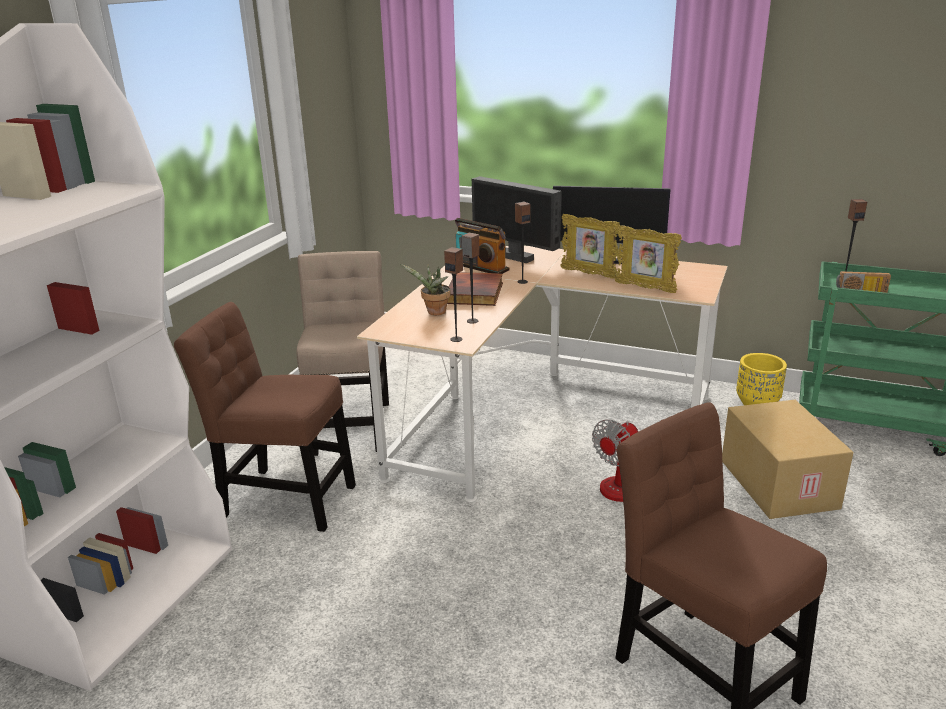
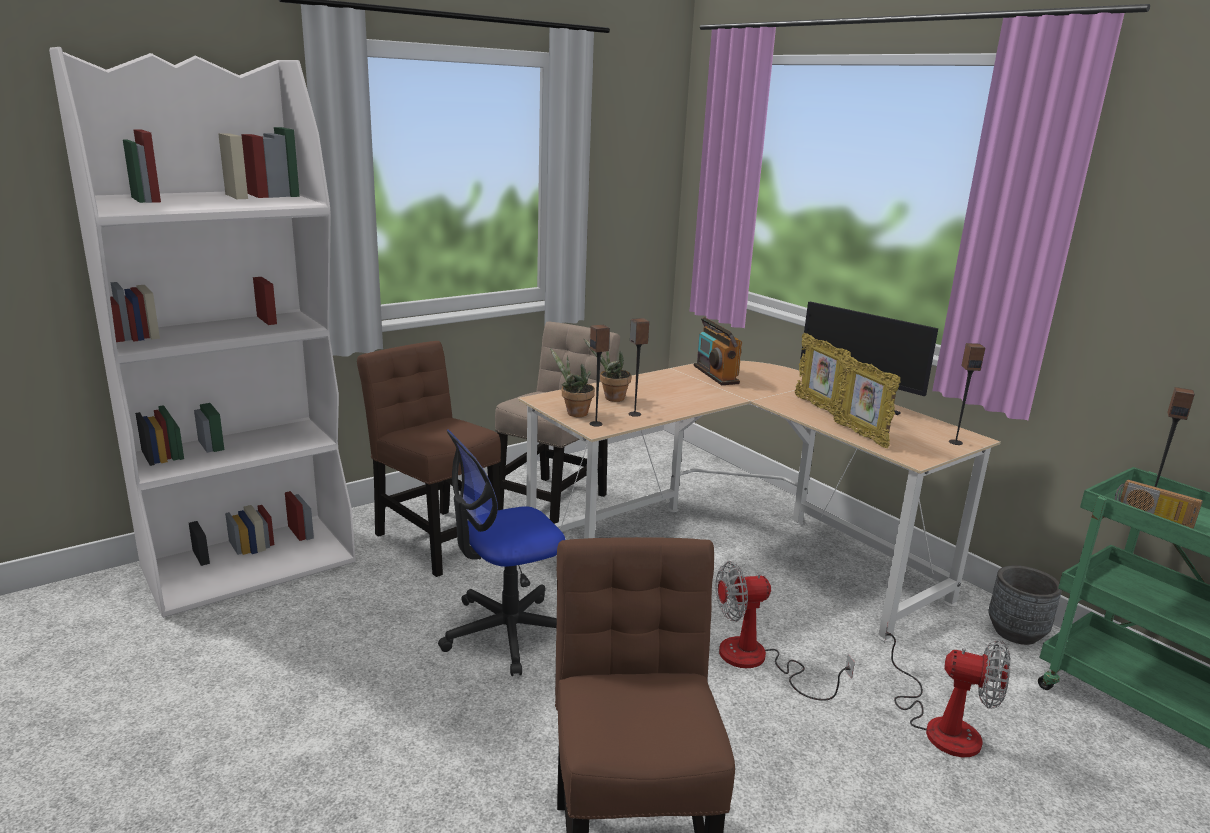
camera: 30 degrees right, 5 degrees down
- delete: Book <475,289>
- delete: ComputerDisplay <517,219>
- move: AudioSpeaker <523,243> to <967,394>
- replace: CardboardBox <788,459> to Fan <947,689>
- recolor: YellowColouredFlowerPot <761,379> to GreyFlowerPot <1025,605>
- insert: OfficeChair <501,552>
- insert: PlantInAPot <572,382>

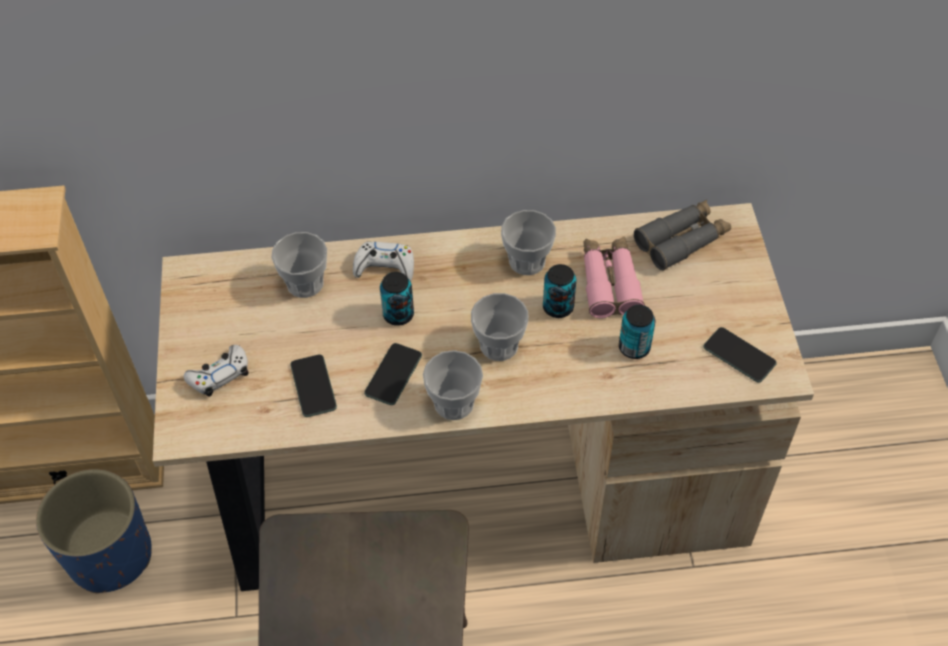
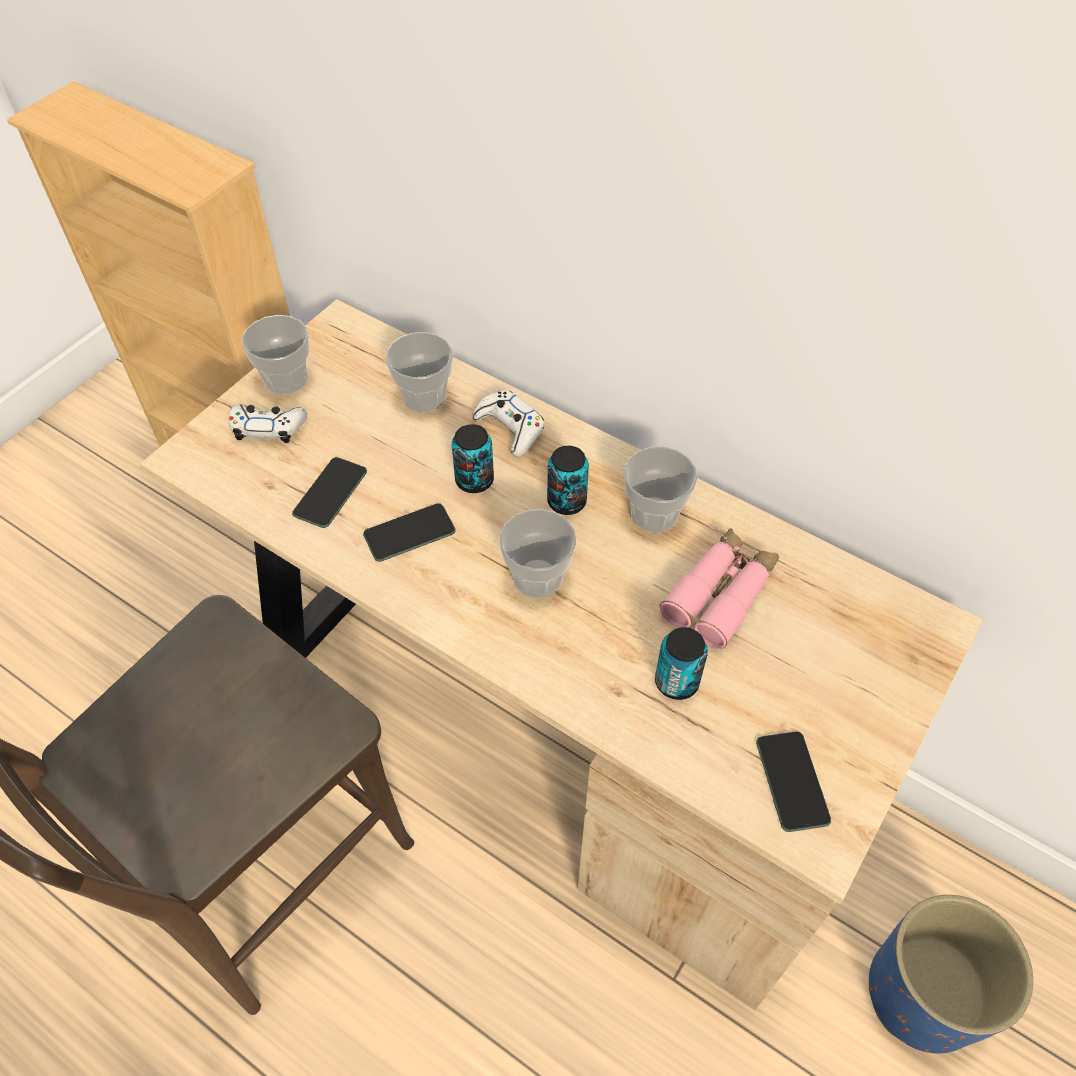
camera: 40 degrees right, 0 degrees up
- move: BluishFlowerPot <94,531> to <951,974>
- move: SmallCup <453,385> to <275,354>
- move: MetalCan <559,291> to <568,480>
- delete: GreyFieldGlasses <682,235>

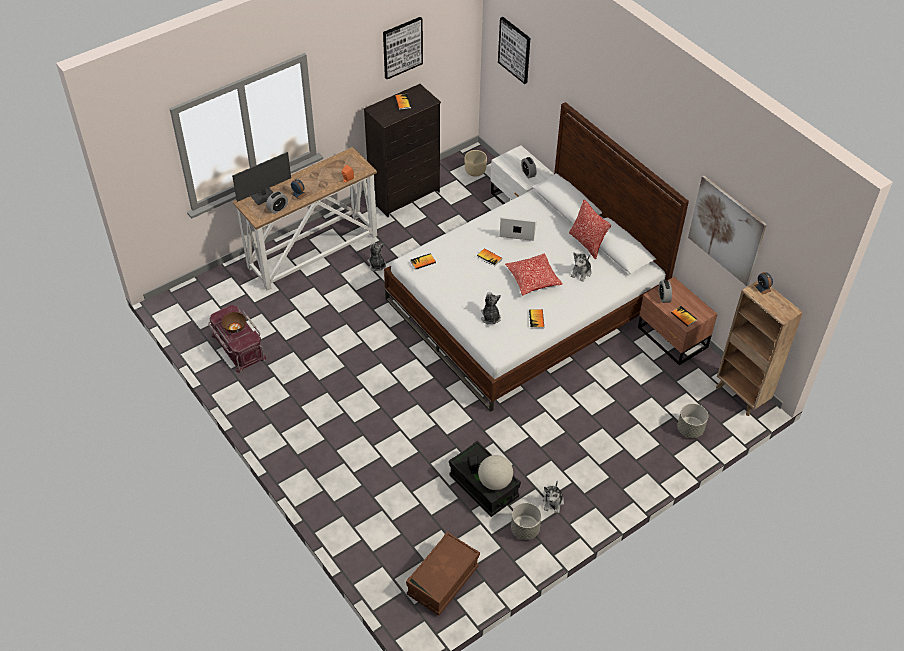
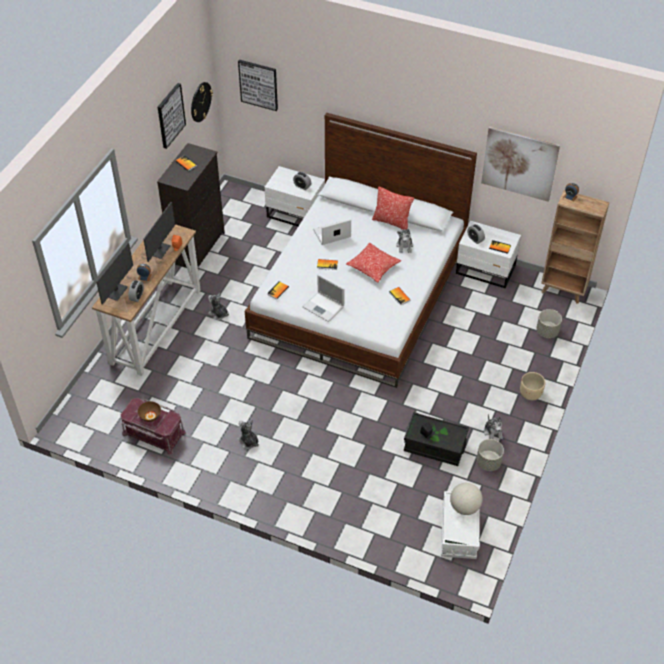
camera: 30 degrees left, 0 degrees up
- recolor: BrownishStorageBin <443,574> to WhiteStorageBin <460,525>
- move: BeigeColouredFlowerPot <476,163> to <532,386>
- move: DeskGlobe <495,472> to <466,499>
- move: SoftToy <491,308> to <248,434>
- recolor: BrownishNightstand <677,321> to WhiteNightstand <488,254>
- insert: ComputerDisplay <159,232>
- insert: HangingClock <202,102>
- insert: Laptop <324,298>

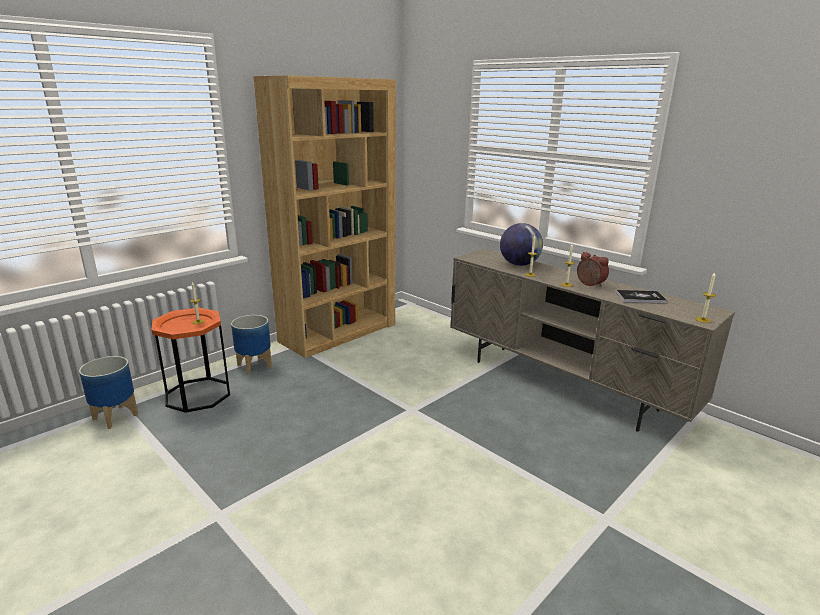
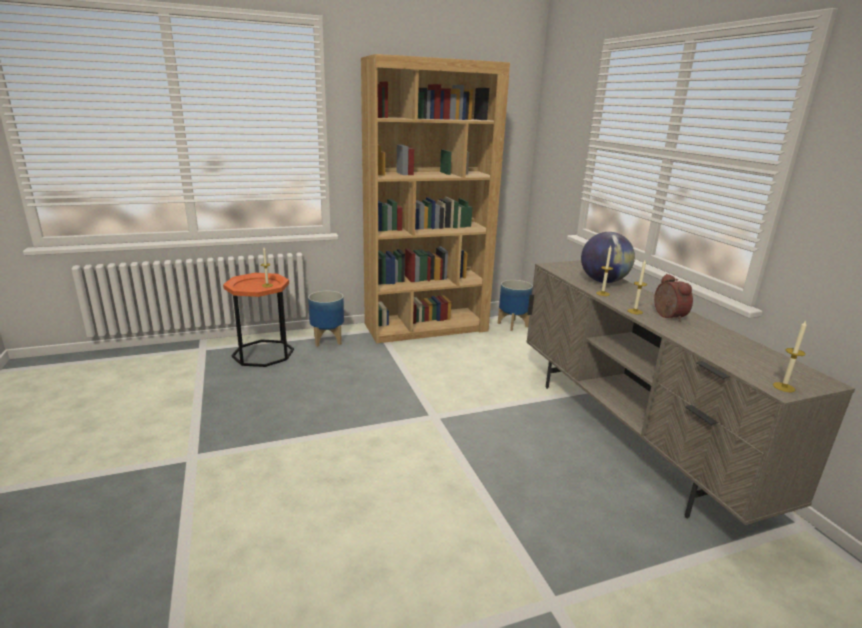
camera: 25 degrees right, 0 degrees up
- move: FlowerPot <108,392> to <515,305>
- delete: Book <642,297>

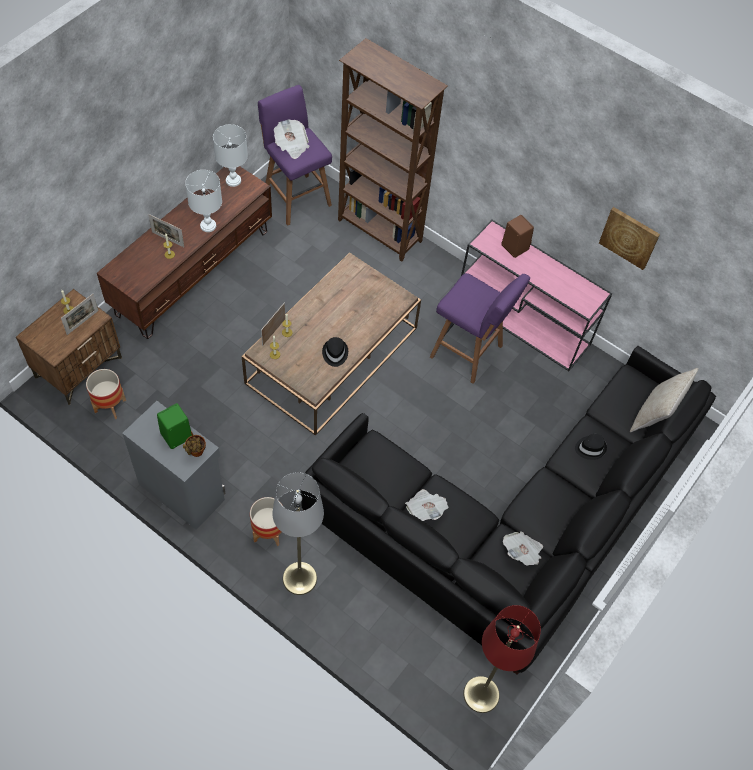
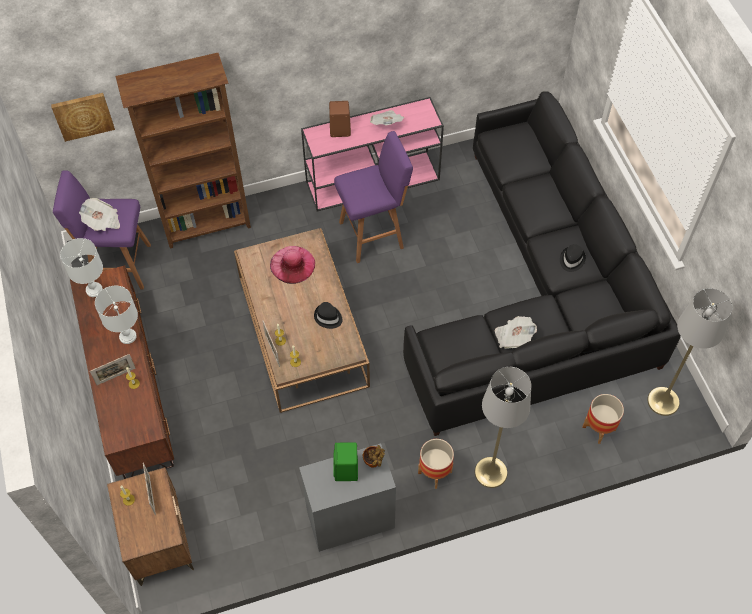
camera: 50 degrees left, 0 degrees up
- move: FlowerPot <106,394> to <603,419>
- recolor: ReddishStandingLamp <502,659> to GreyStandingLamp <690,352>
- move: DailyPaper <523,548> to <387,117>
- move: BlackColouredClothingHat <591,447> to <573,258>
- move: WallPicture <629,238> to <83,117>
- delete: BeigeColouredThrowPillow <664,400>
- insert: PinkClothingHat <292,265>

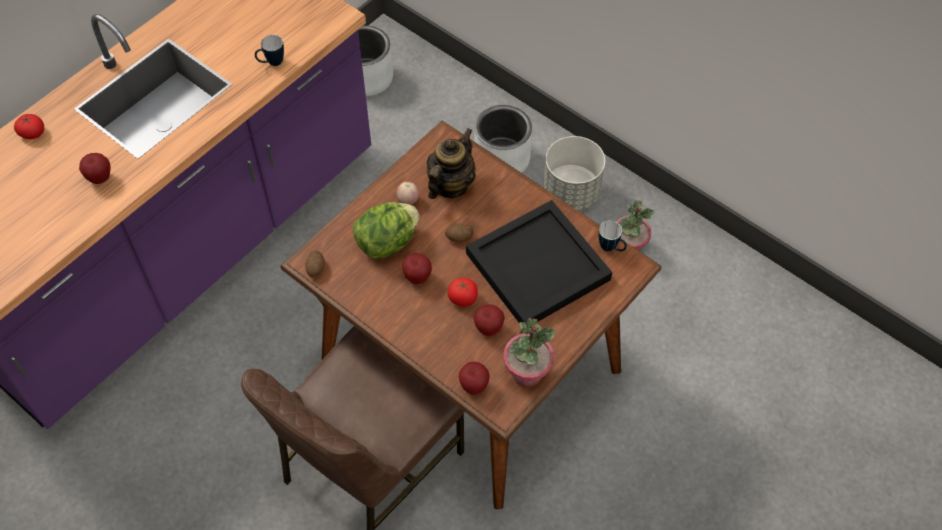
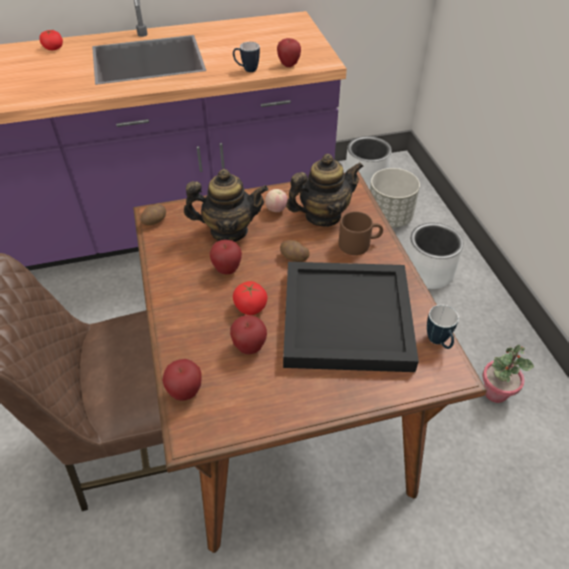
camera: 35 degrees right, 10 degrees down
- move: AppleFruit <95,168> to <289,52>
- replace: Lettuce <386,230> to PotForTea <226,205>
- delete: PlantInAPot <529,352>
- move: GreyFlowerPot <574,173> to <395,198>
- insert: BrownishCoffeeMug <360,233>

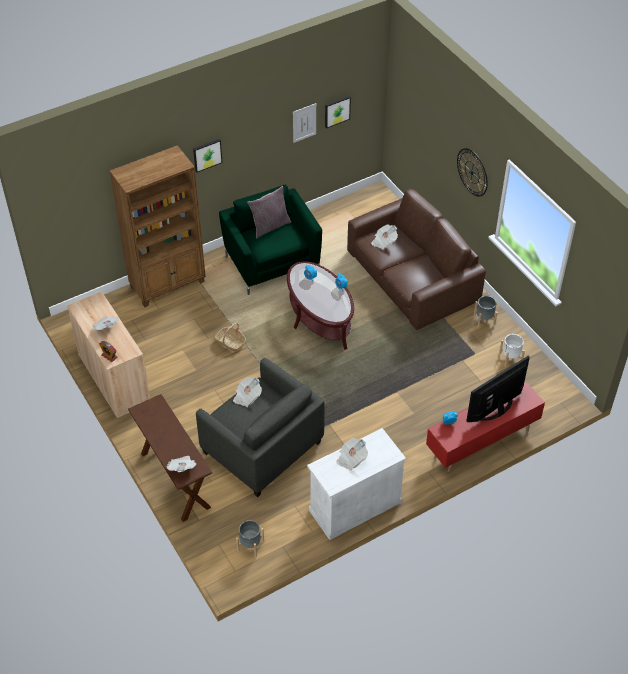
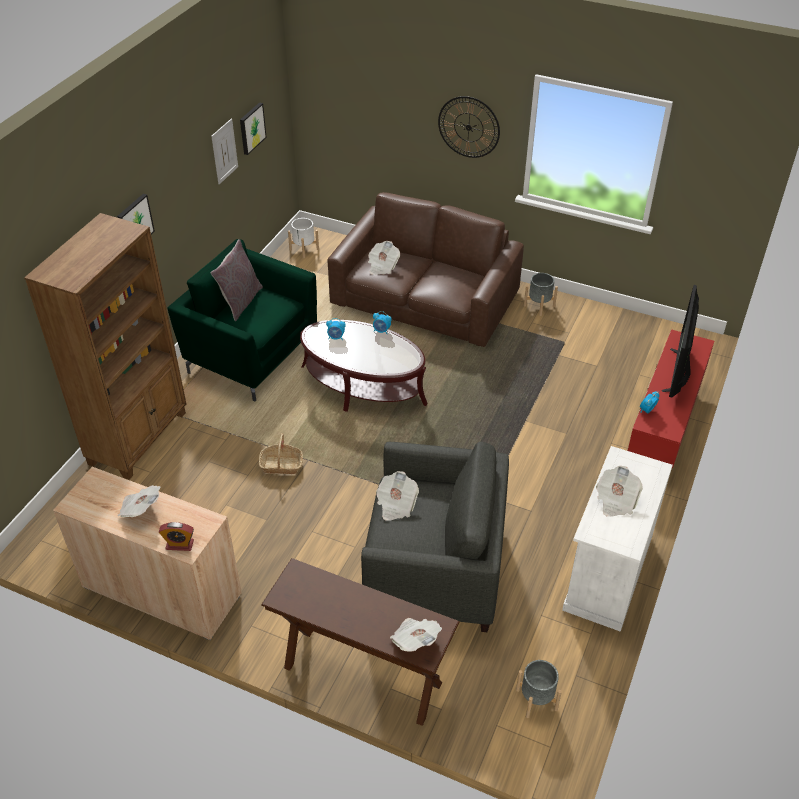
camera: 35 degrees left, 5 degrees down
- move: WhiteFlowerPot <512,350> to <303,238>

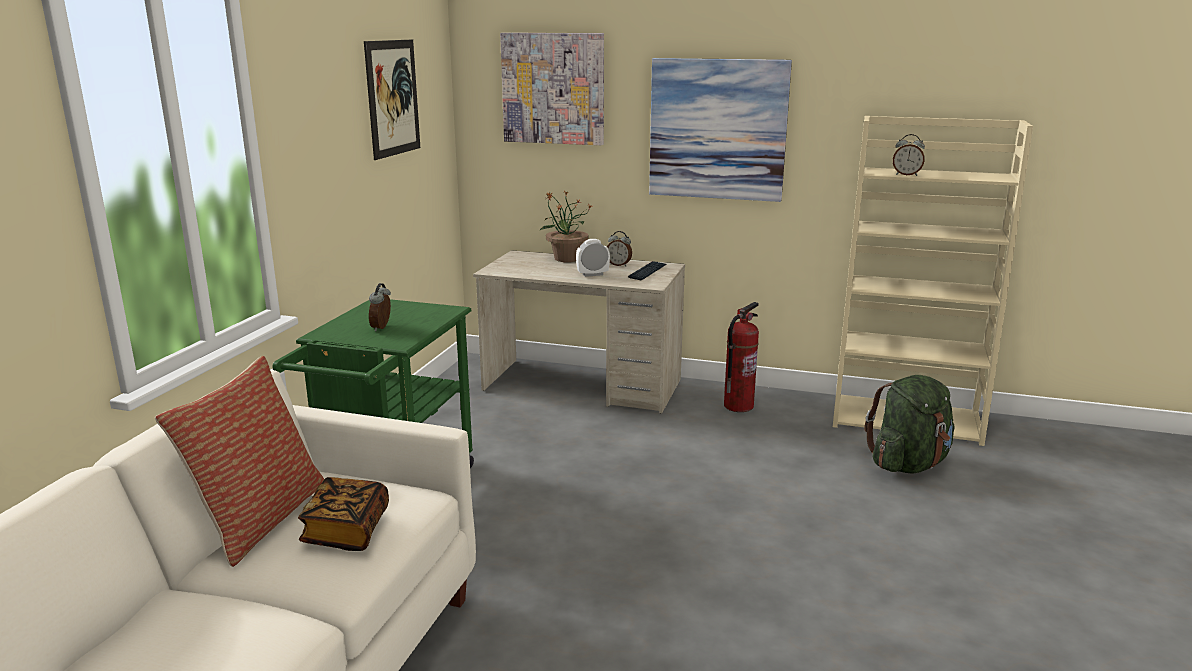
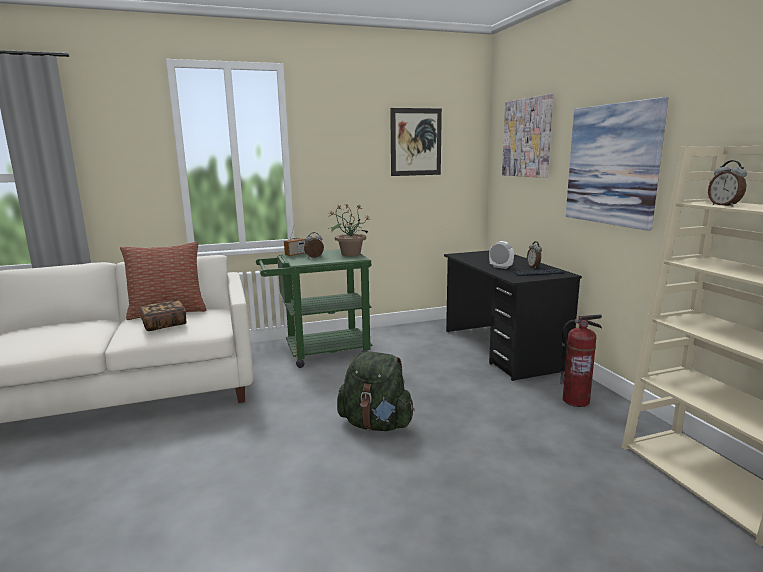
camera: 55 degrees right, 5 degrees down
- recolor: BeigeColouredDeskUnit <579,331> to BlackColouredDeskUnit <513,315>
- move: PlantInAPot <565,226> to <349,230>
- move: GreenishKnapsack <909,424> to <375,391>
- insert: RadioSet <295,239>

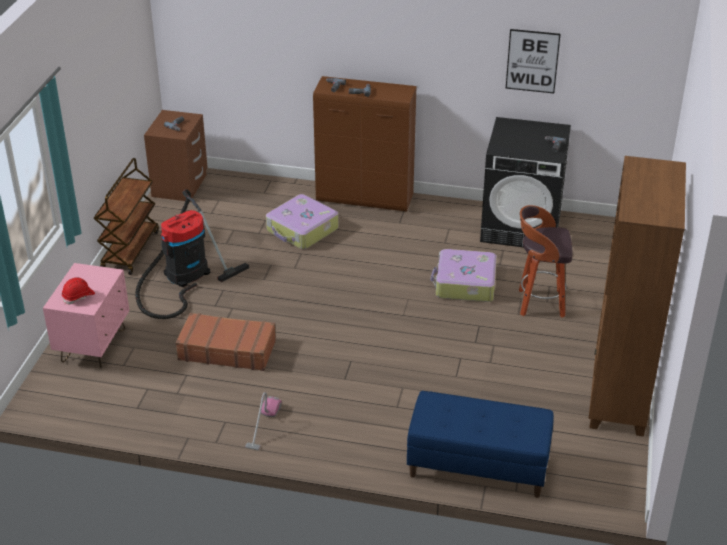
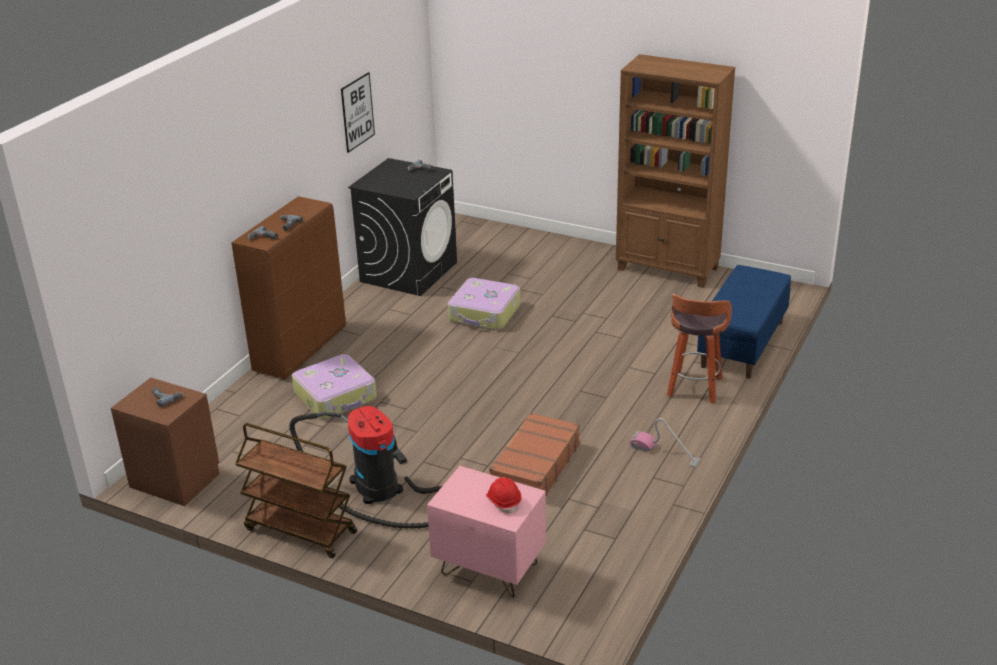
camera: 75 degrees left, 5 degrees down
- move: StoolSeat <545,261> to <699,348>

